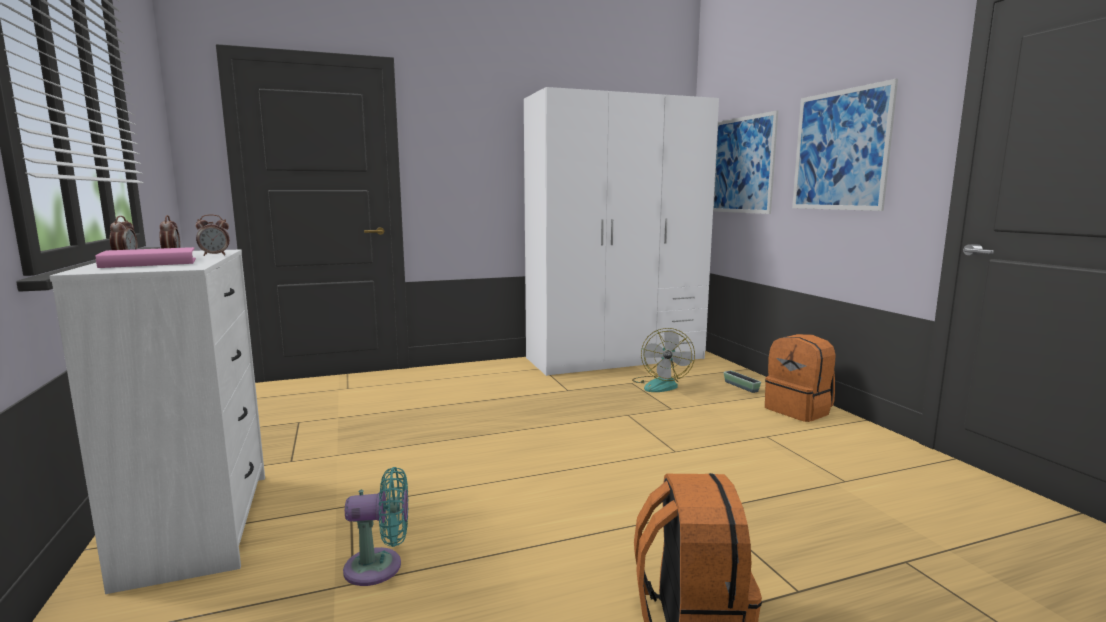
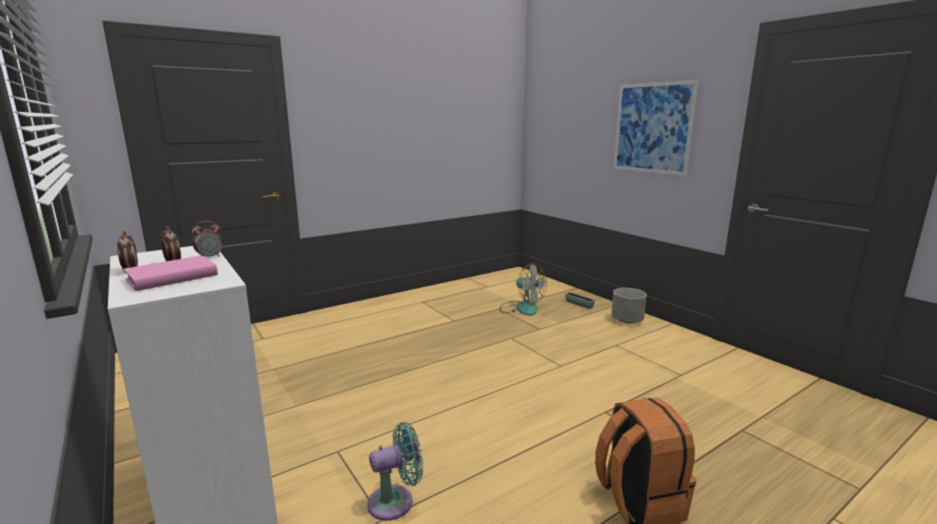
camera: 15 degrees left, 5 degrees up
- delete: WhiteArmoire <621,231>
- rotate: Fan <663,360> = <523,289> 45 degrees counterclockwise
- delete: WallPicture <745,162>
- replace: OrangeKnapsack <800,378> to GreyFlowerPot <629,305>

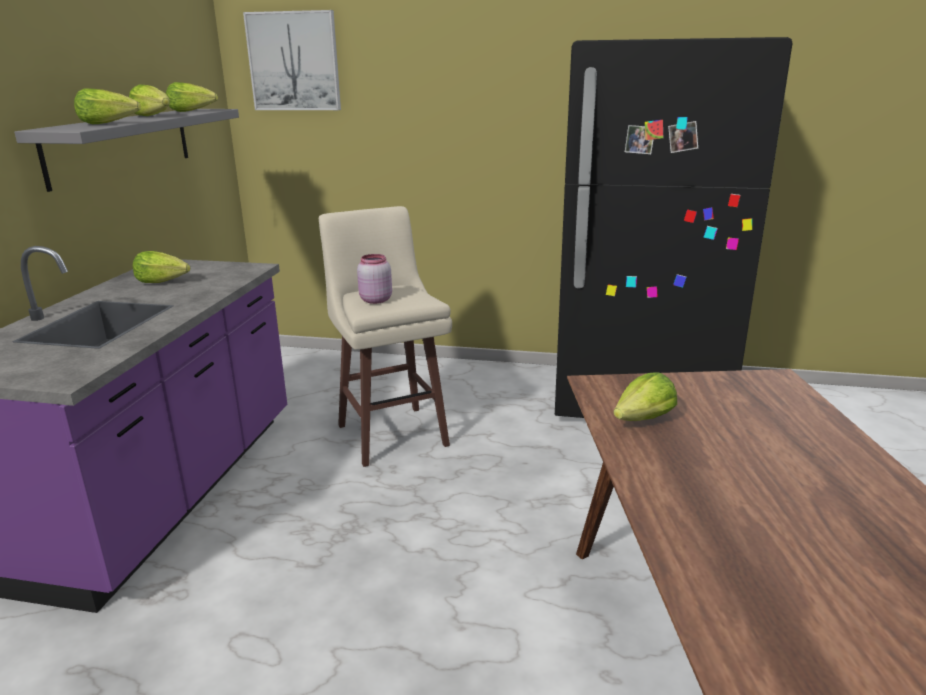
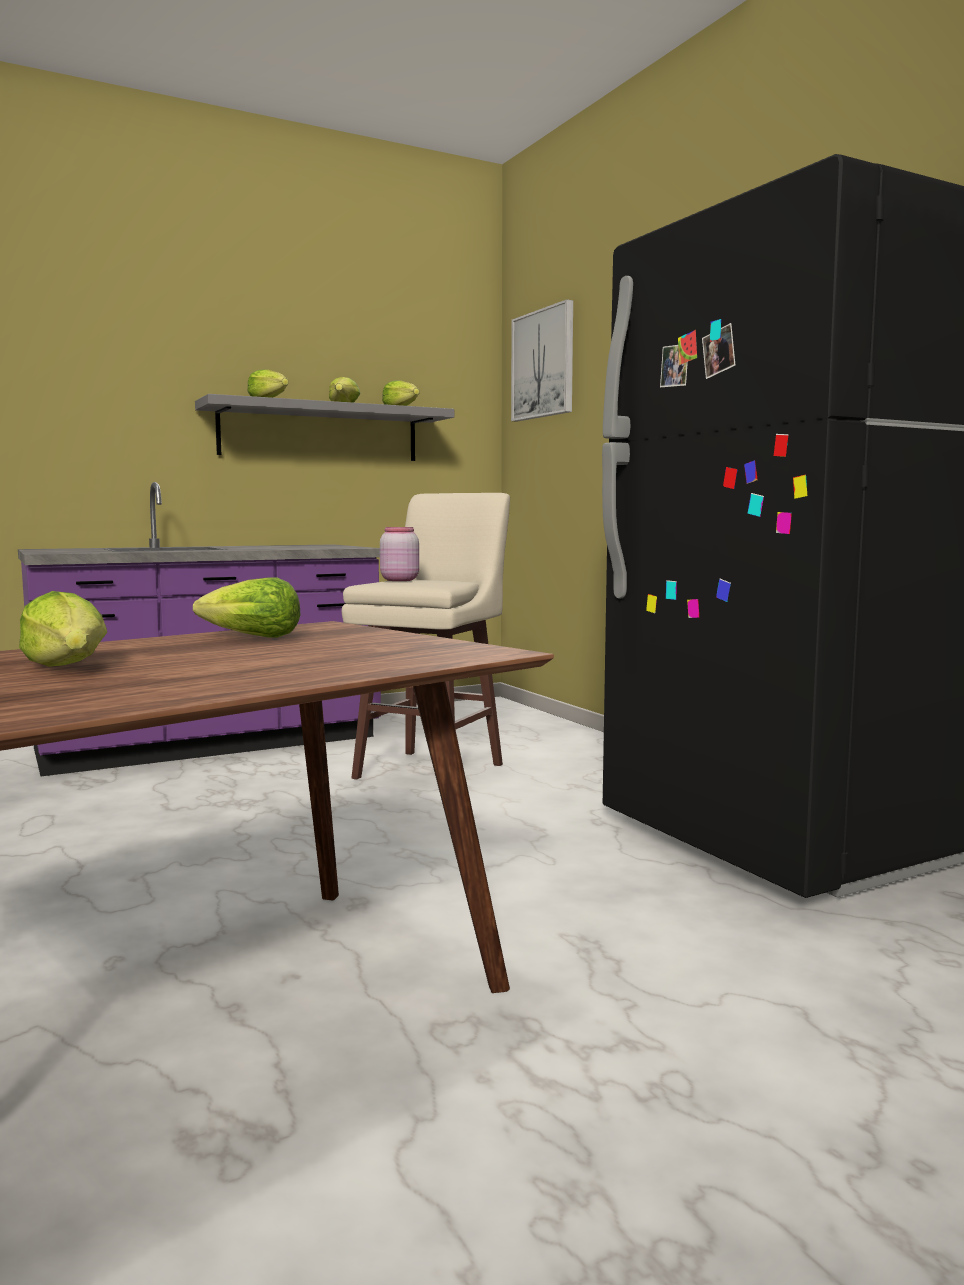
camera: 50 degrees right, 15 degrees down
- move: Lettuce <162,267> to <63,629>

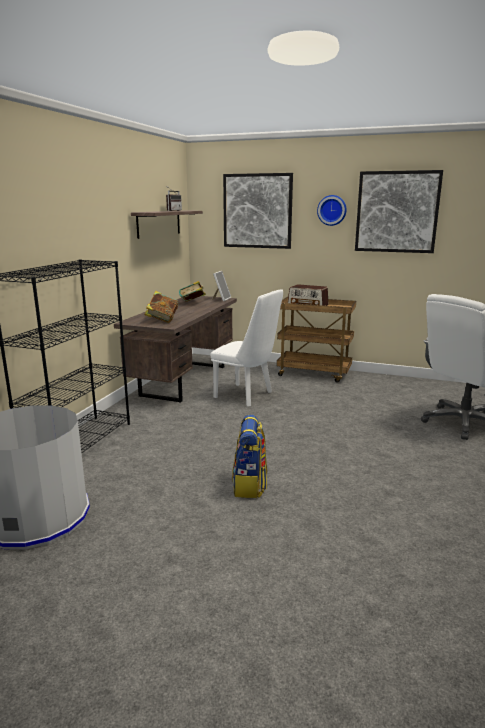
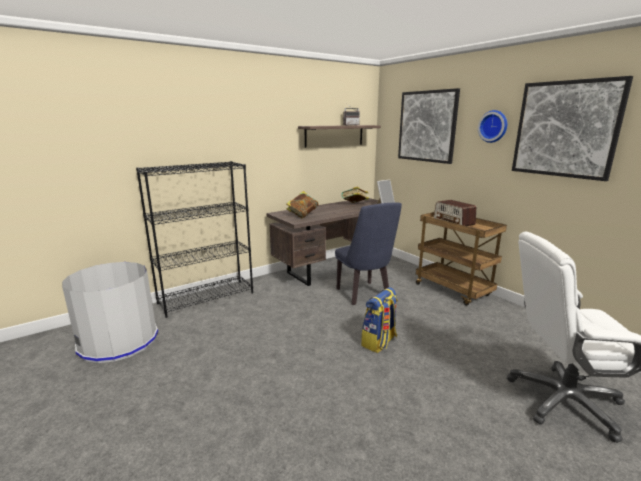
camera: 35 degrees right, 0 degrees up
- recolor: WhiteChair <247,348> to BluishChair <368,254>
- move: Knapsack <249,456> to <379,320>

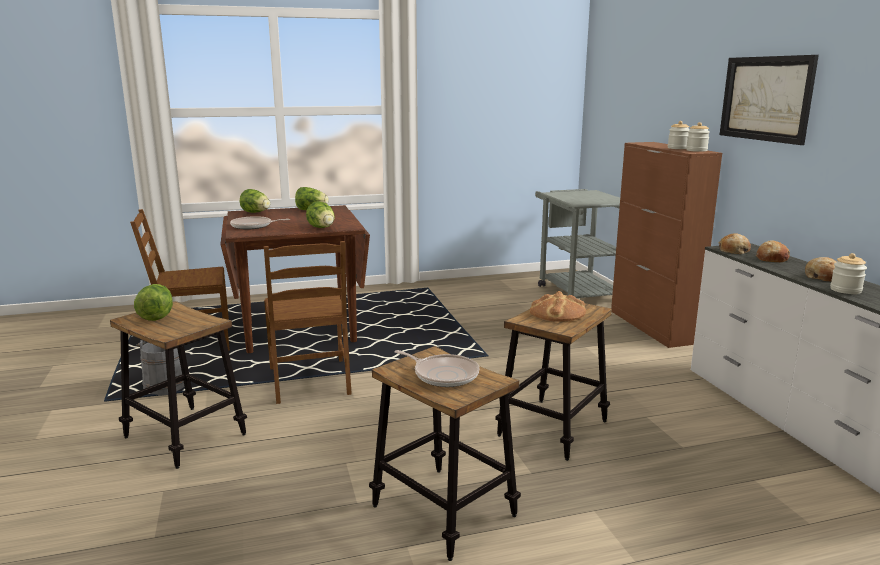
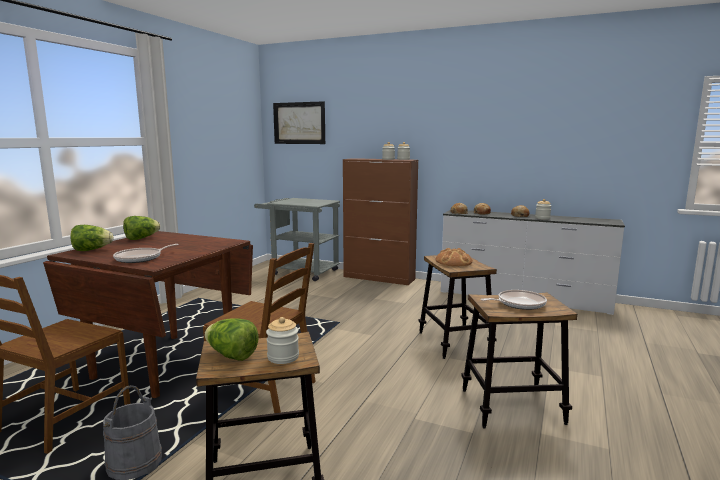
camera: 50 degrees left, 5 degrees down
- delete: Lettuce <320,214>
- move: WallPicture <769,100> to <299,122>
- insert: StorageJar <282,340>

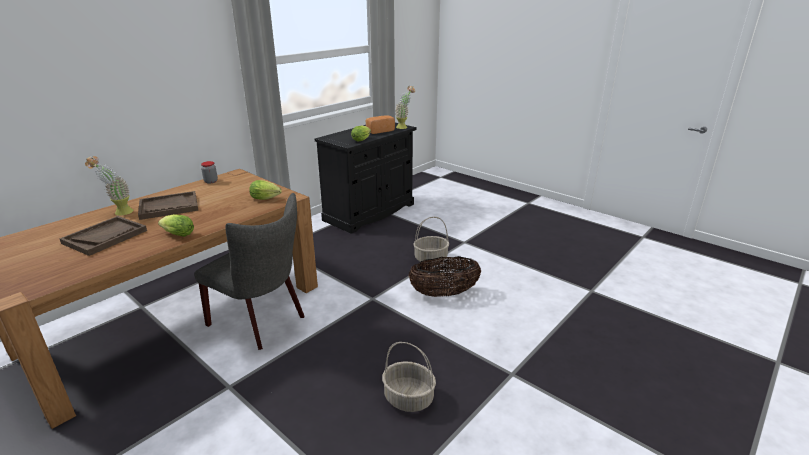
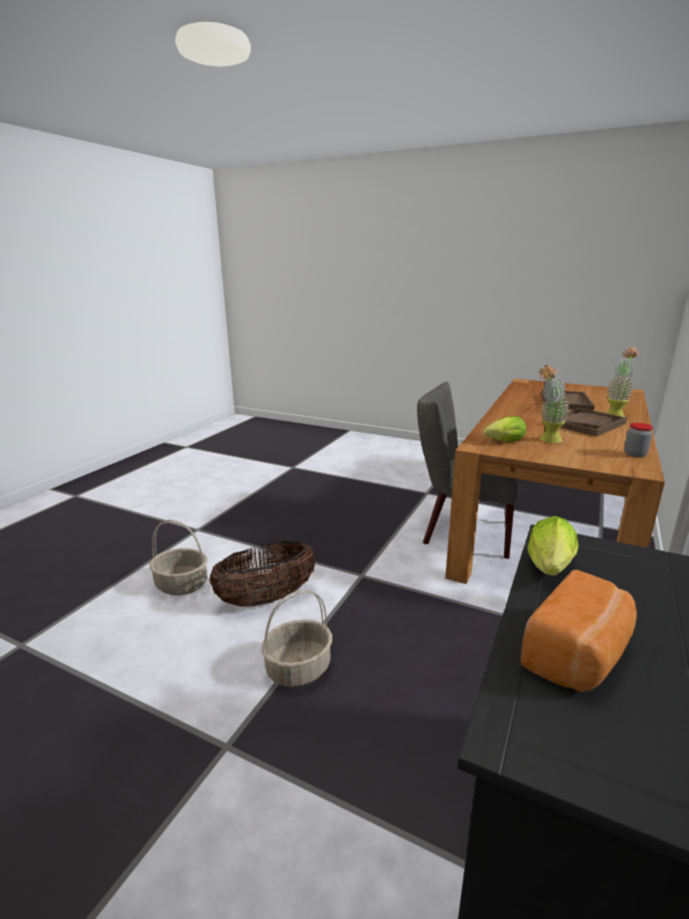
camera: 165 degrees right, 5 degrees down
- delete: Lettuce <176,225>
- move: HouseholdBasket <409,377> to <178,557>
- move: PlantInAPot <405,107> to <554,404>

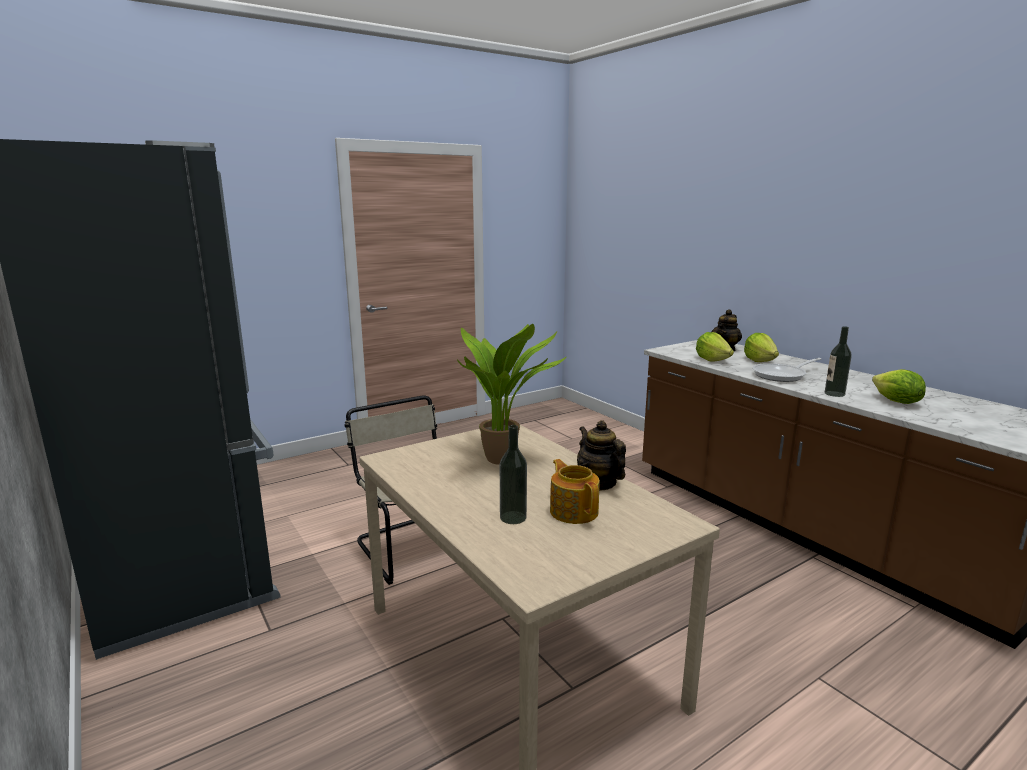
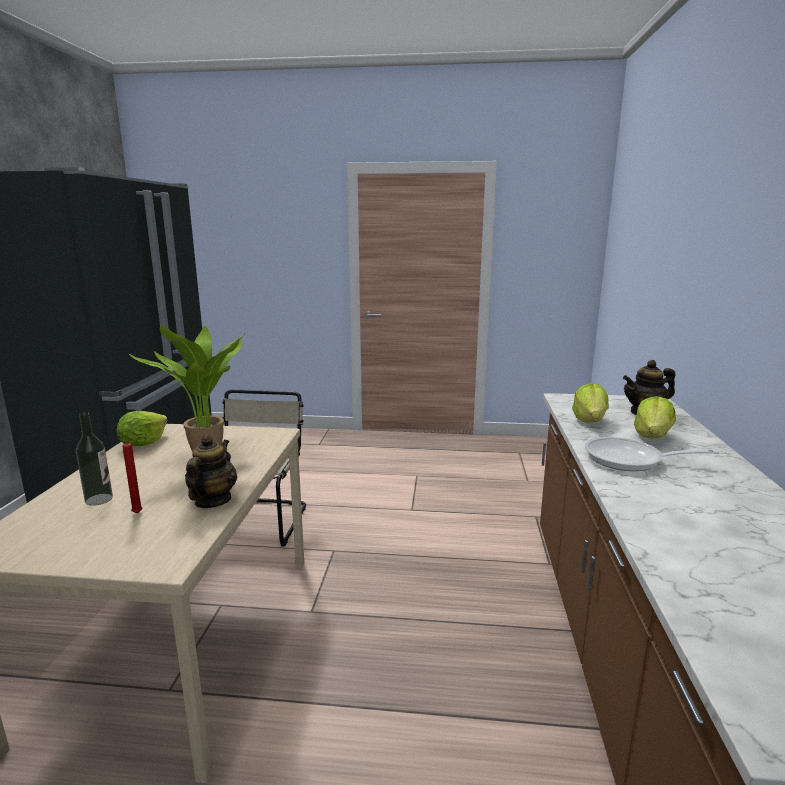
camera: 40 degrees right, 0 degrees up
- replace: PotForTea <575,491> to ReddishWaxCandle <132,475>
- delete: DrinkBottle <838,361>
- move: Lettuce <899,386> to <142,428>

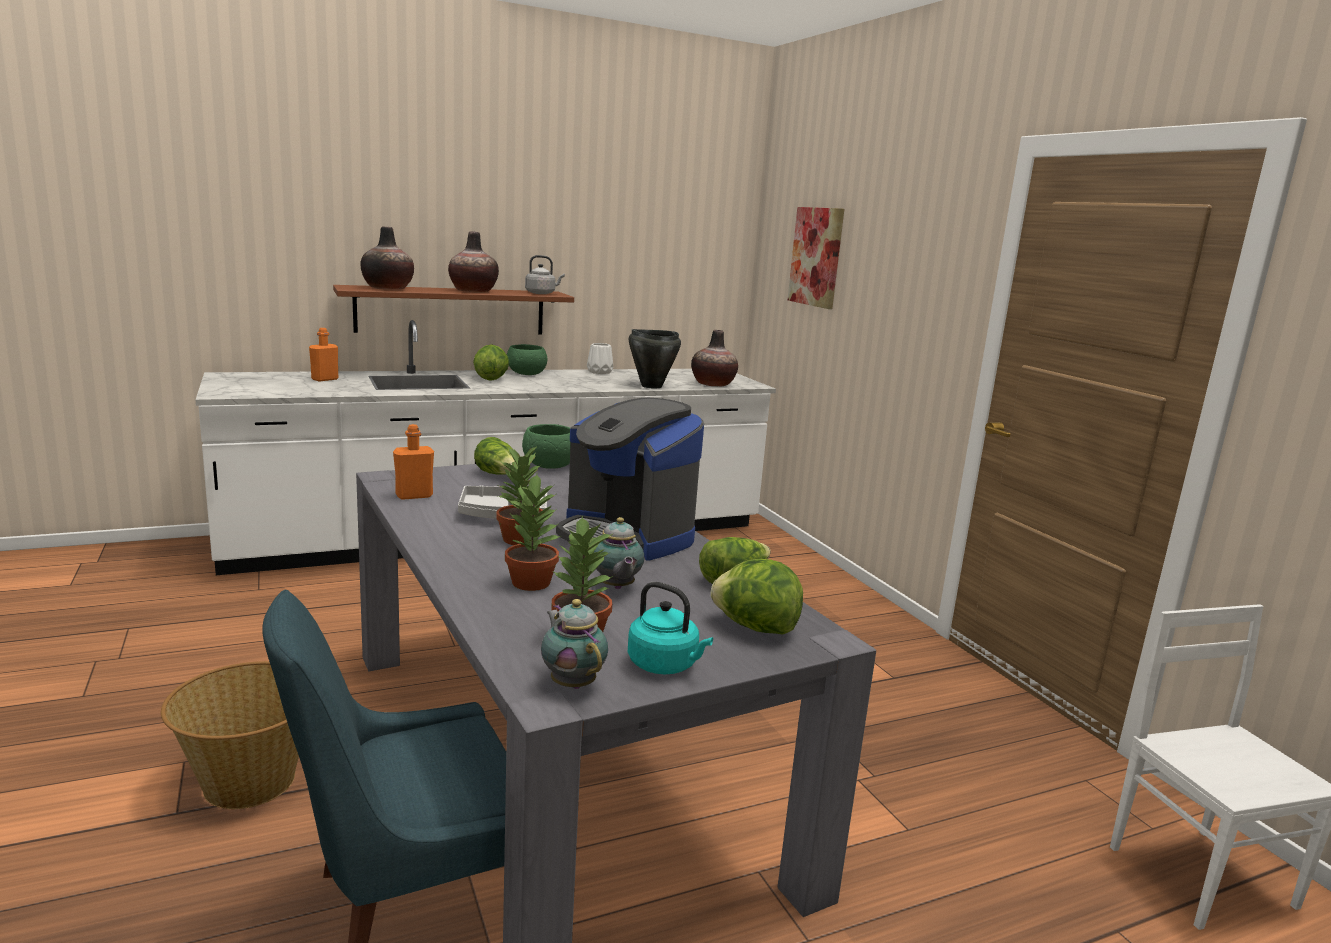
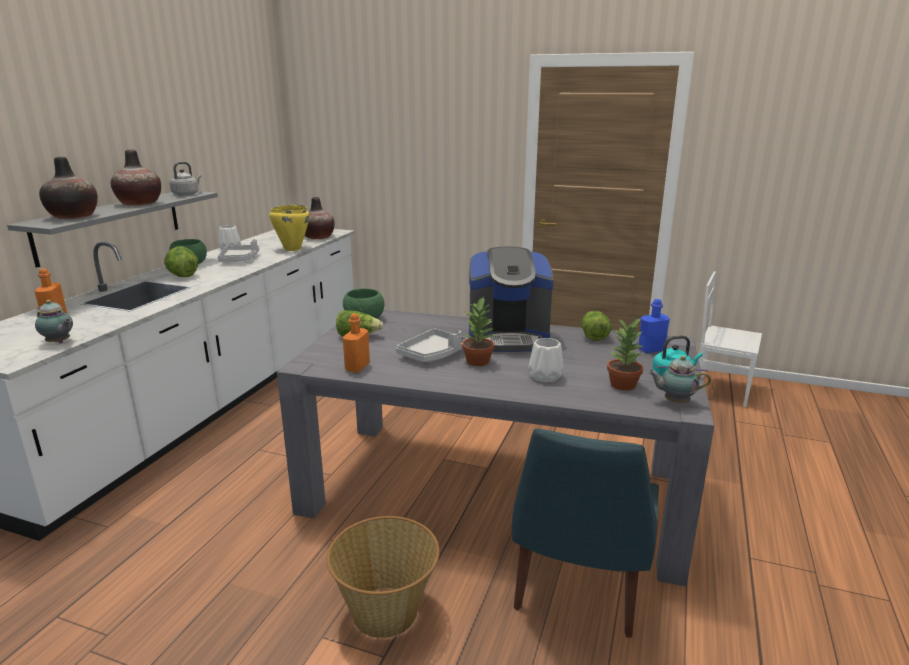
camera: 45 degrees left, 5 degrees up
- recolor: BrownishWallShelf <453,309> to GreyWallShelf <112,229>
- replace: PlantInAPot <533,532> to WhiteVase <545,360>
- move: PotForTea <618,553> to <54,321>
- recolor: BlackColouredSaucepot <655,358> to YellowColouredSaucepot <289,228>
- replace: Lettuce <756,596> to BluishDrinkBottle <654,326>
- delete: WallPicture <816,258>
- insert: GreyCarryingTray <238,250>

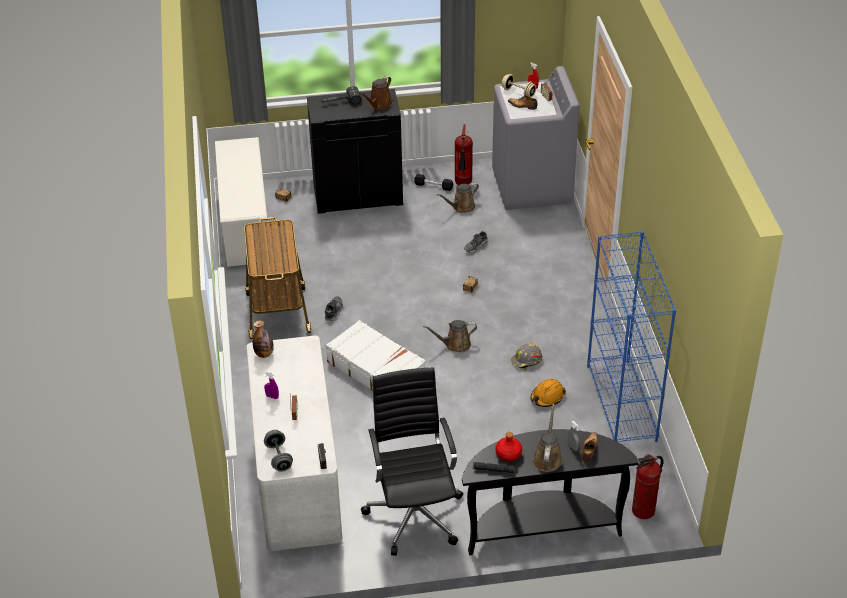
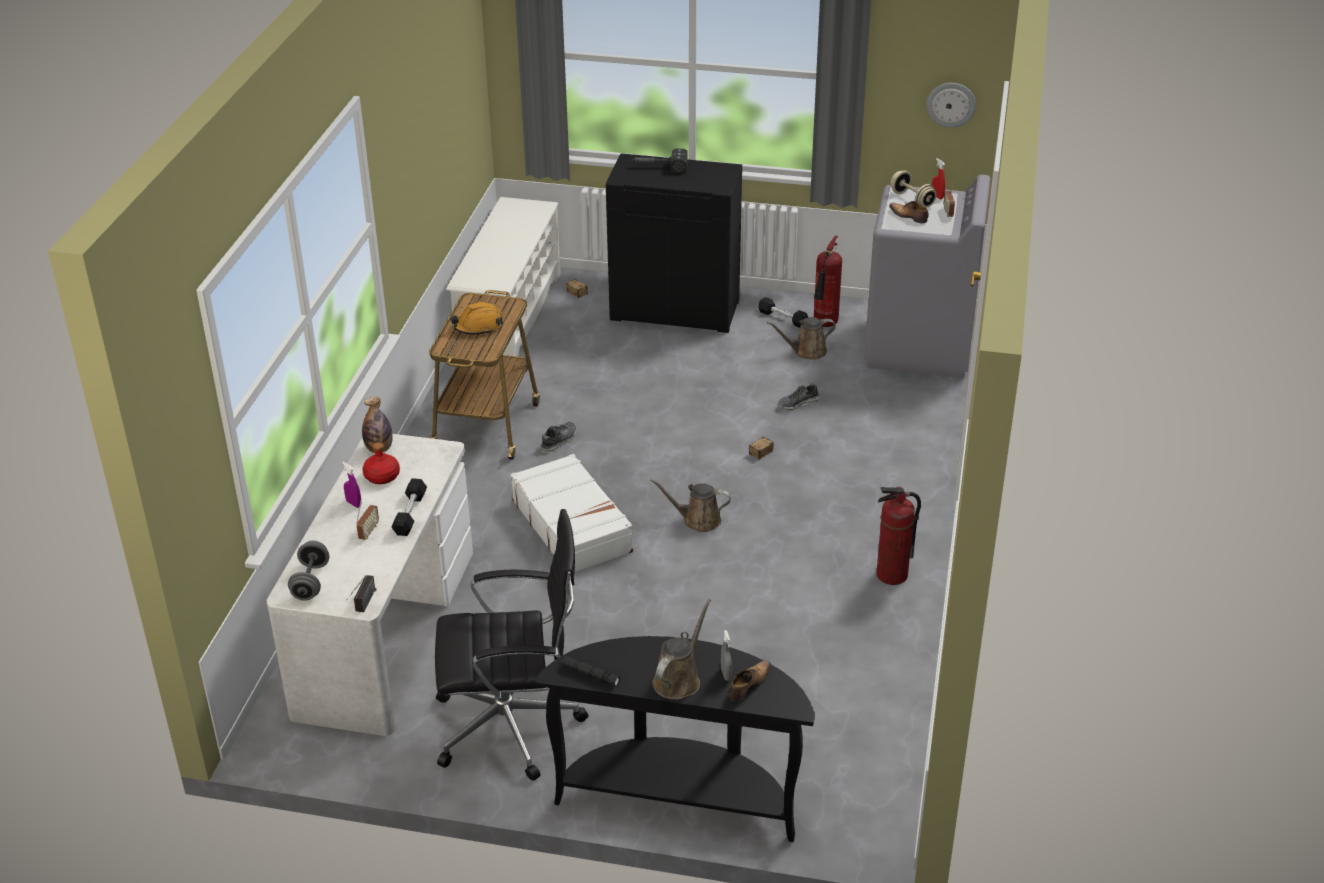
camera: 20 degrees right, 5 degrees down
- delete: BrownishWateringPot <376,93>
- rotate: BlackColouredOfficeChair <412,461> = <511,645> 75 degrees clockwise
- move: ReddishDrinkBottle <508,446> to <381,463>
- delete: GreySafetyHelmet <526,357>
- move: OrangeSafetyHelmet <548,393> to <477,318>
- delete: BluishBookcase <631,336>
- move: Extinguisher <648,486> to <898,536>
- insert: BlackColouredHandWeight <409,507>
- insert: HangingClock <951,105>

